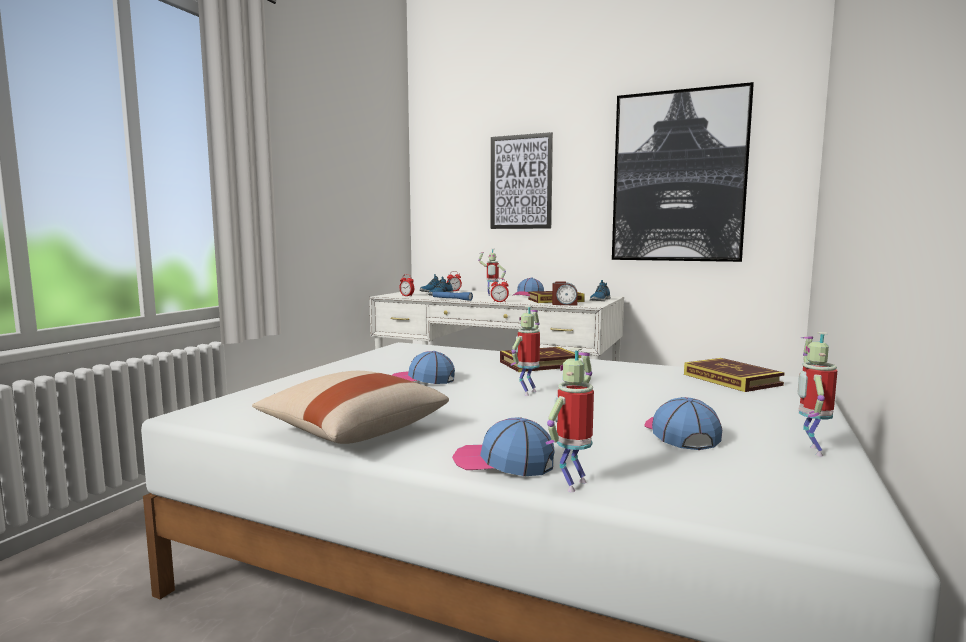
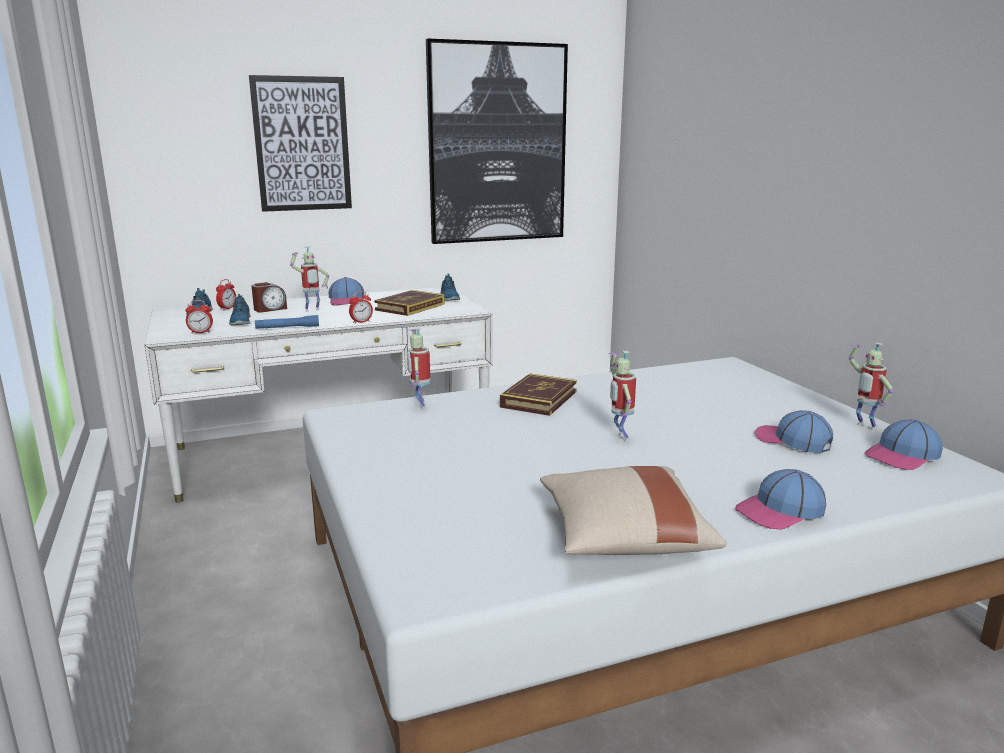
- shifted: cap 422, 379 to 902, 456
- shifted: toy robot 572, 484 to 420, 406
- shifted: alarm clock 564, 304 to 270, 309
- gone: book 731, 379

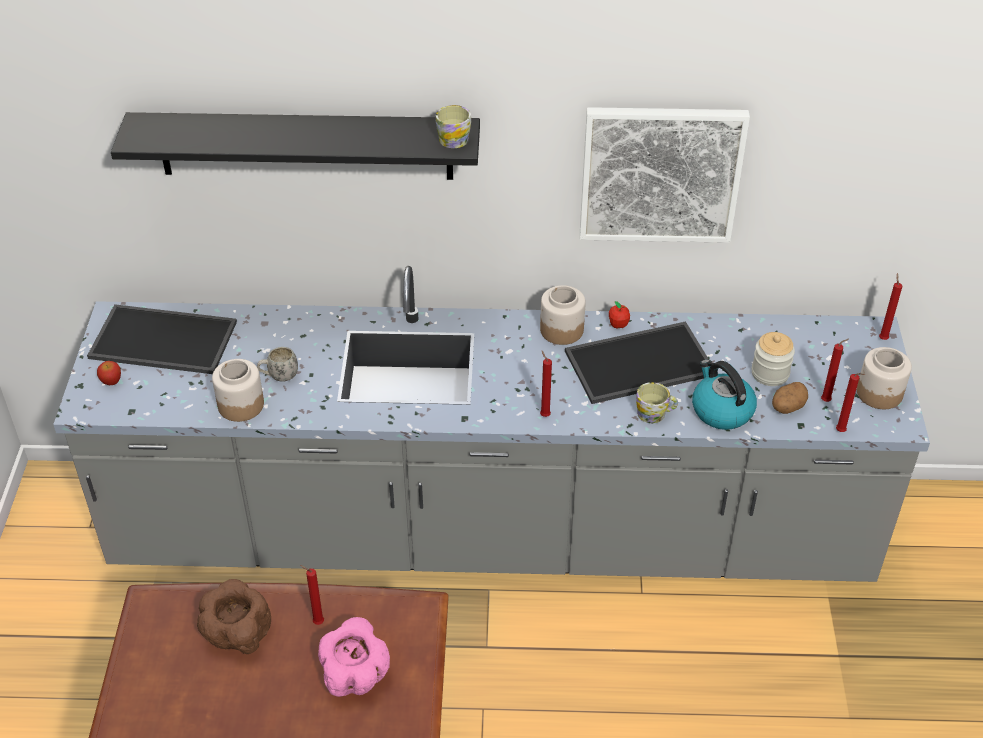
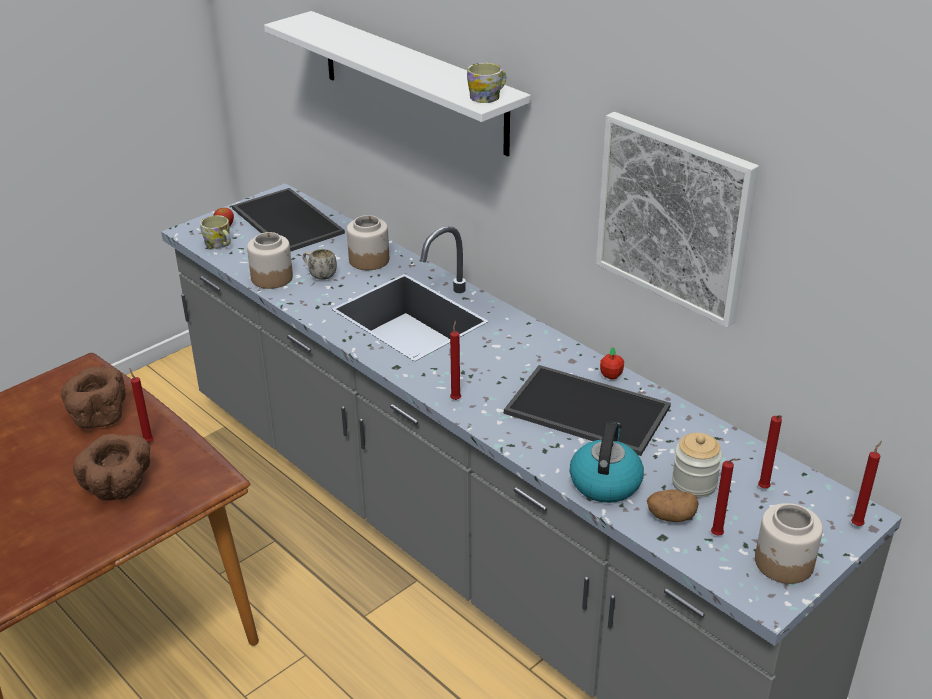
- repainted: black shelf 305, 145 to white shelf 413, 82
- repainted: pink bowl 356, 675 to brown bowl 119, 488
- shifted: jar 561, 330 to 369, 260
- shifted: mug 655, 413 to 219, 244
- shifted: red candle 842, 432 to 764, 489

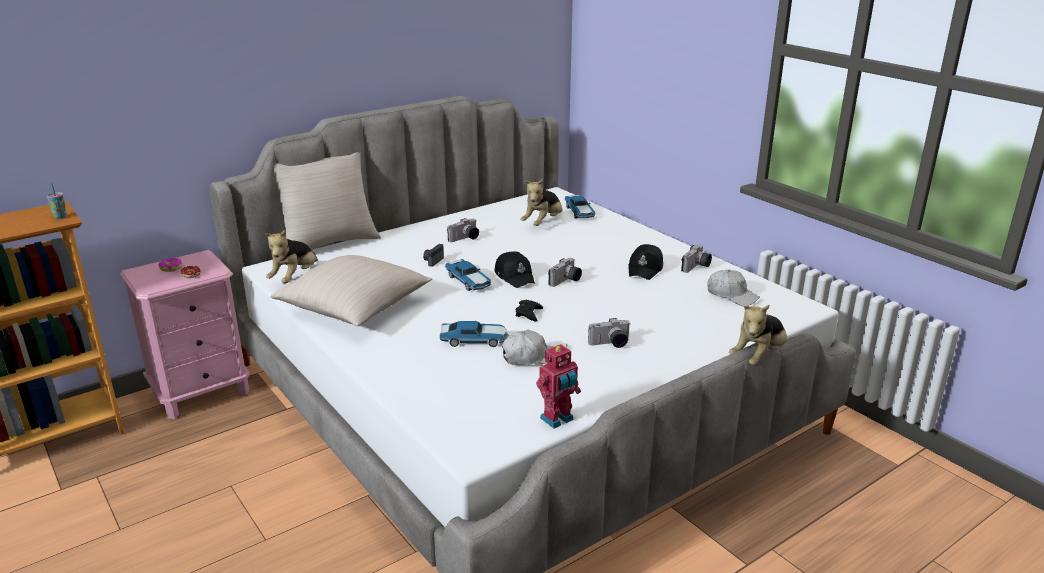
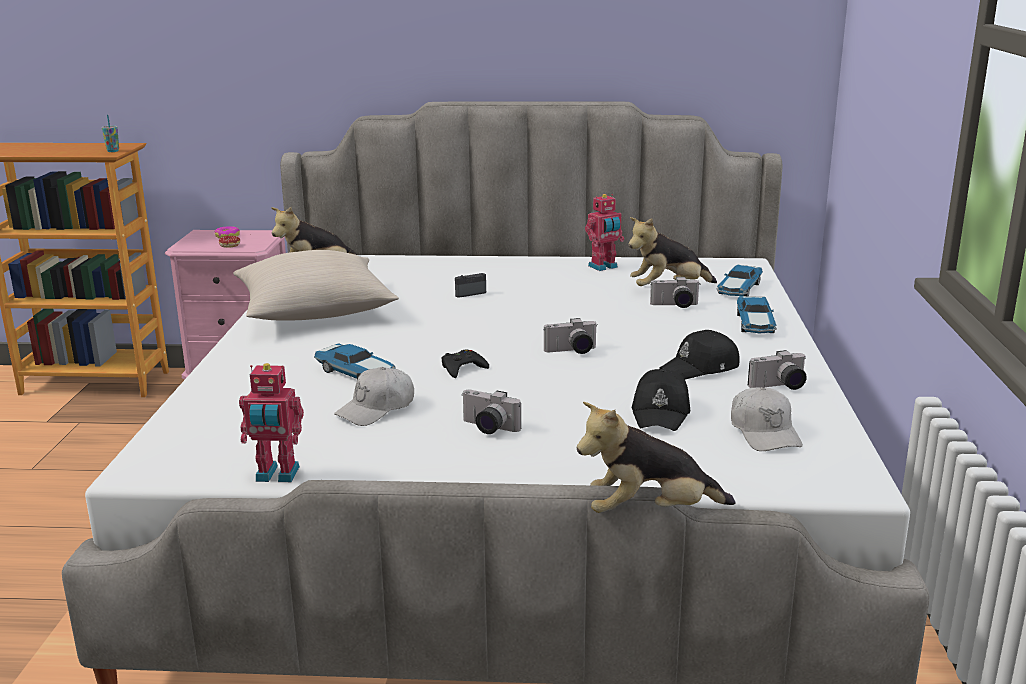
- gone: beige pillow 329, 243
- shifted: toy car 468, 281 to 755, 324
- shifted: photo camera 465, 239 to 675, 306
- shifted: black cap 515, 276 to 661, 412
- rotated: white cap 531, 357 = 376, 409 105 degrees clockwise
- new: toy robot 604, 267

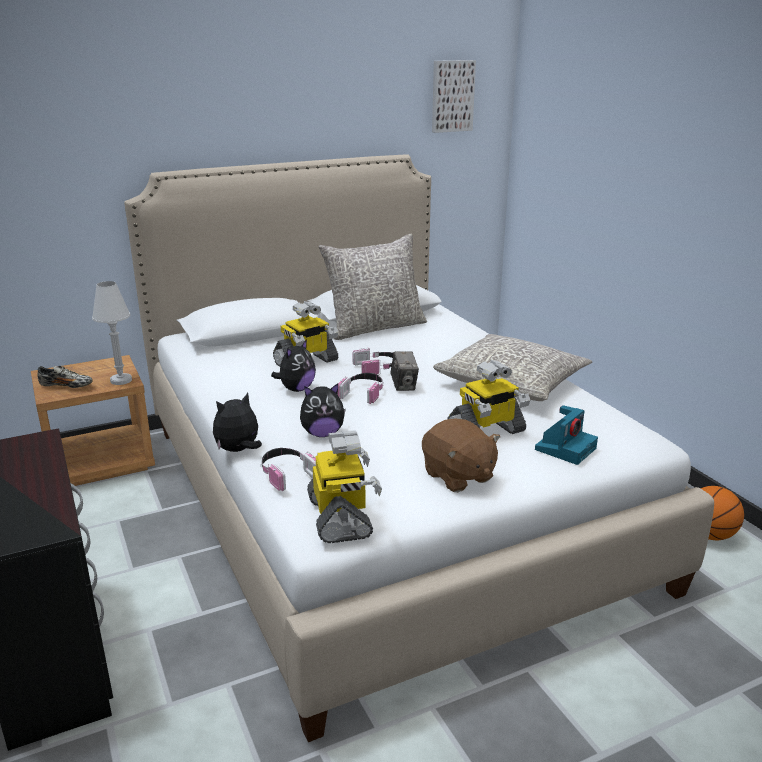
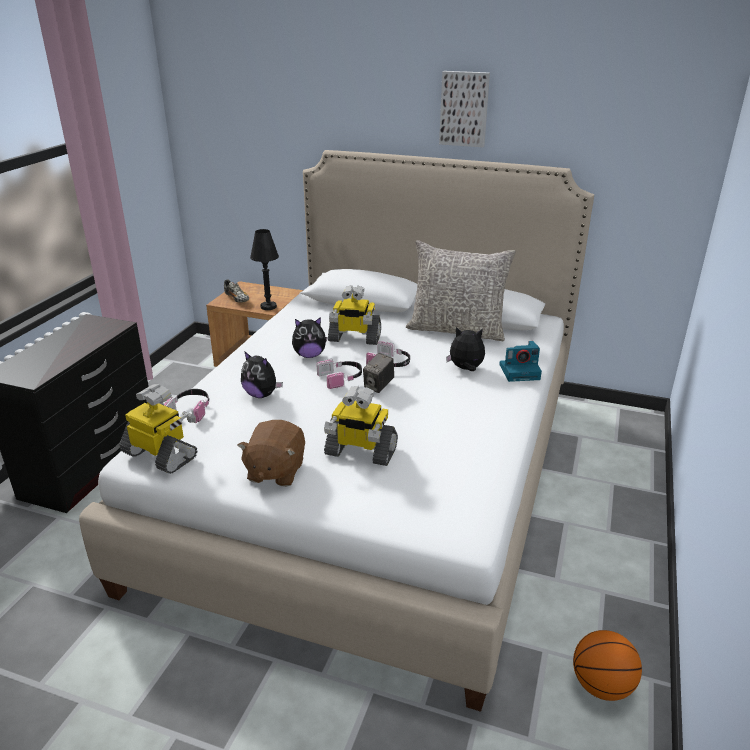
- repainted: white table lamp 121, 380 to black table lamp 268, 307
- shifted: plush toy 238, 450 to 466, 369
- rotated: toy robot 341, 517 = 161, 455 90 degrees counterclockwise
- shifted: picture 451, 96 to 464, 108
- gone: grey pillow 512, 383
- shifted: photo camera 565, 448 to 520, 371

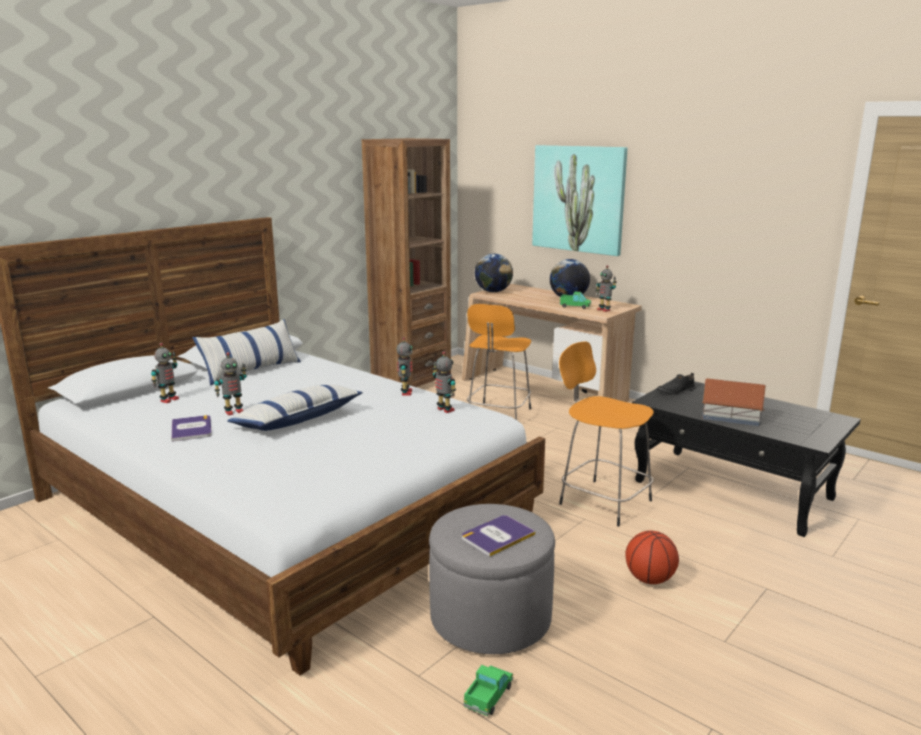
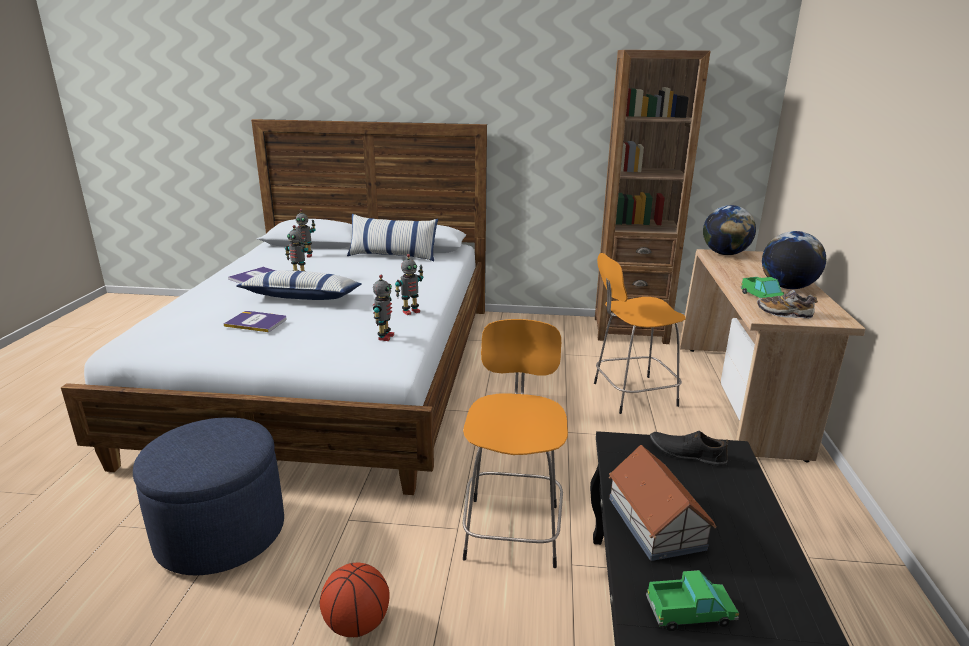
- repainted: grey ottoman 490, 618 to blue ottoman 221, 533
- shifted: book 497, 536 to 256, 322
- shifted: toy truck 488, 696 to 690, 612
- gone: picture 579, 199
- swapped: toy robot 604, 310 to shoe 784, 313

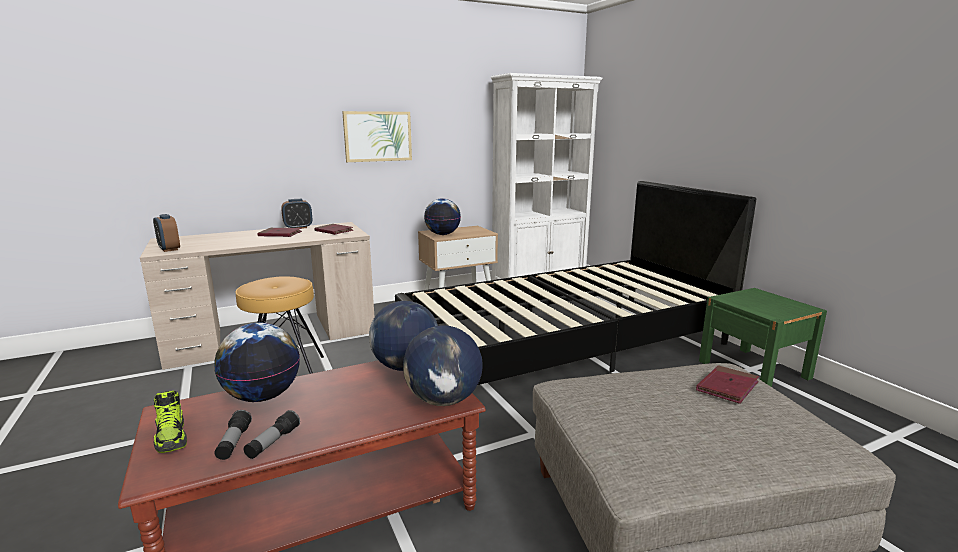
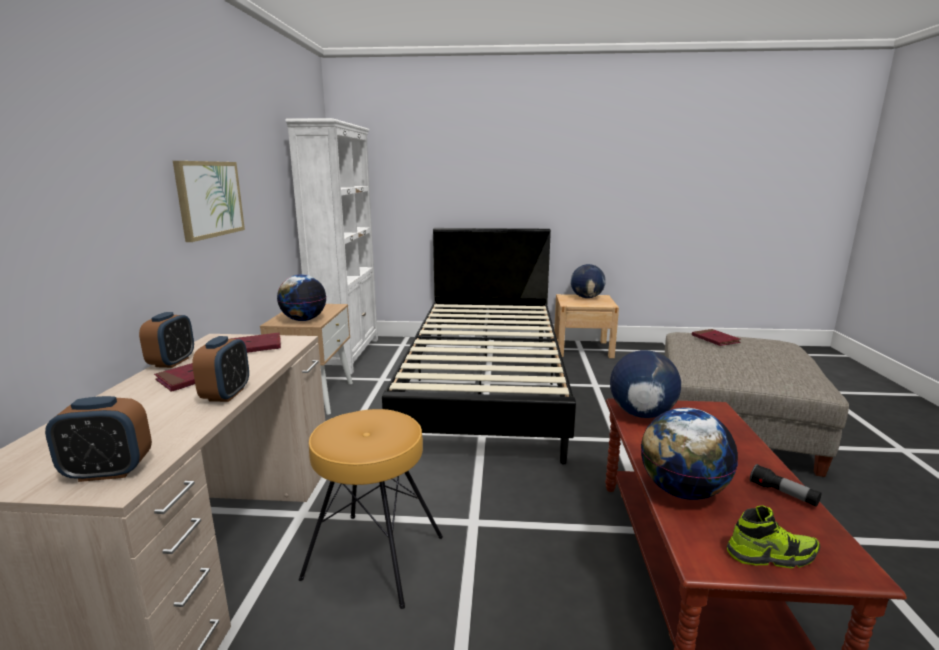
- gone: flashlight 234, 443
- shifted: globe 444, 400 to 587, 297
- repainted: green nightstand 753, 369 to beige nightstand 582, 349
- new: alarm clock 226, 394

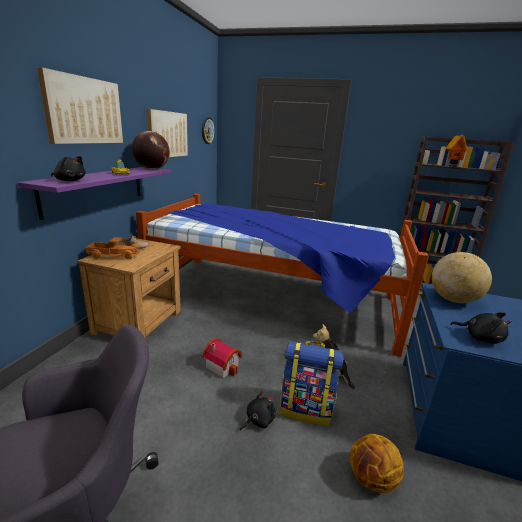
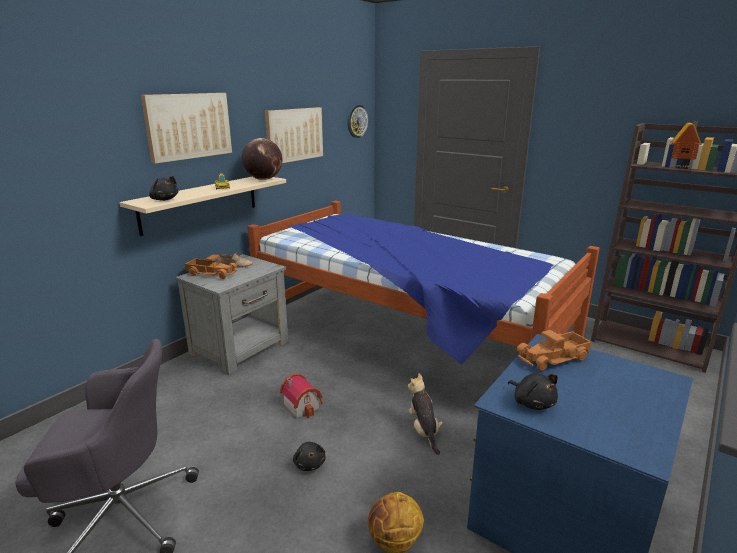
- repainted: purple shelf 96, 189 to beige shelf 200, 203
- repainted: brown nightstand 140, 321 to grey nightstand 241, 348
- rotated: black plush toy 258, 420 = 309, 463 90 degrees clockwise
- gone: backpack 306, 408
- swapped: globe 453, 300 to toy truck 554, 358

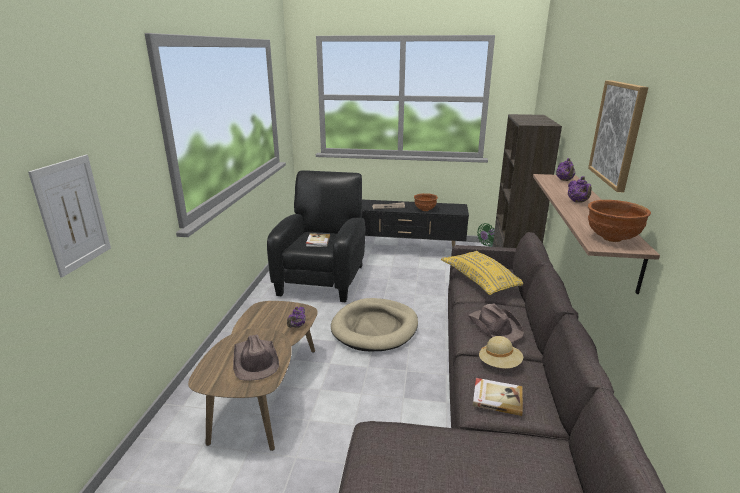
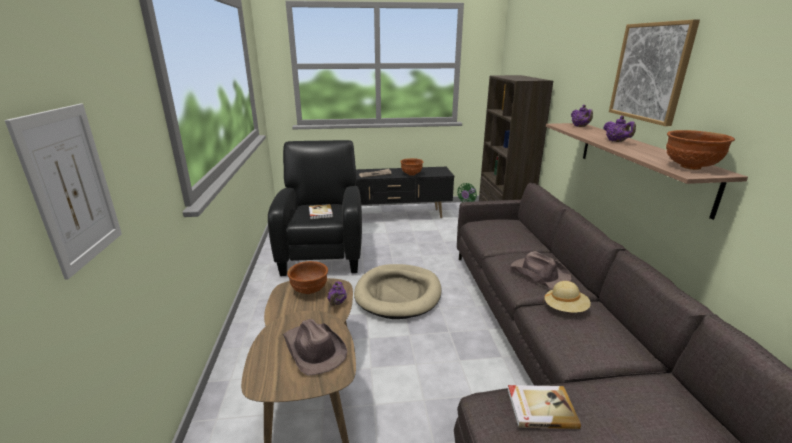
- gone: yellow pillow 481, 280
- shifted: book 497, 397 to 540, 408
- new: brown bowl 310, 291

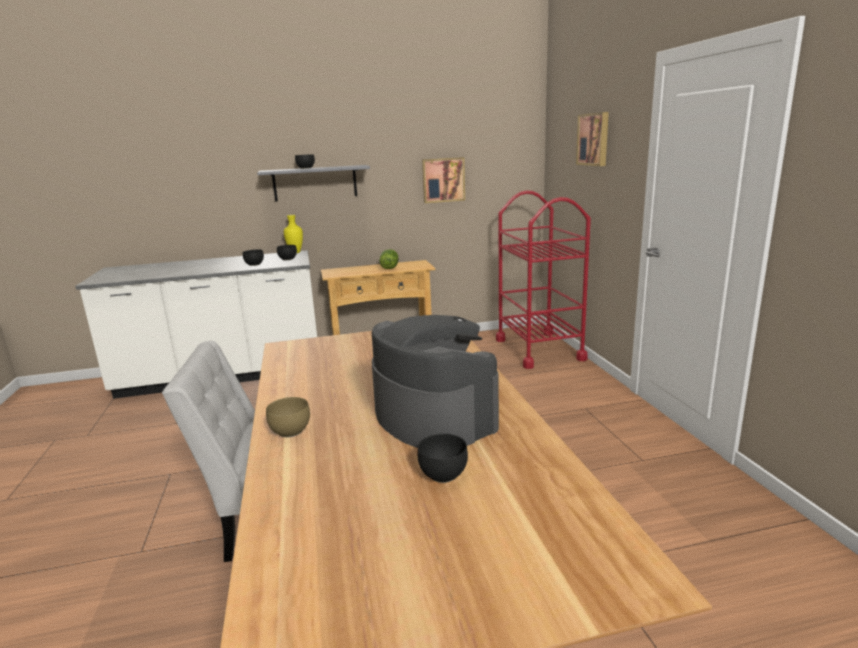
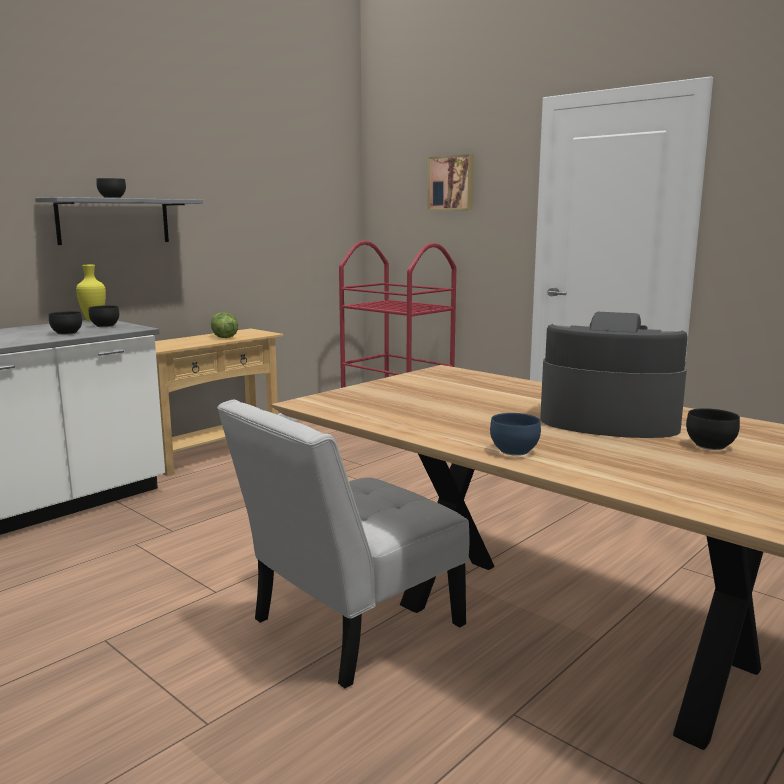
- repainted: brown bowl 291, 432 to blue bowl 516, 451
- gone: picture 443, 180

